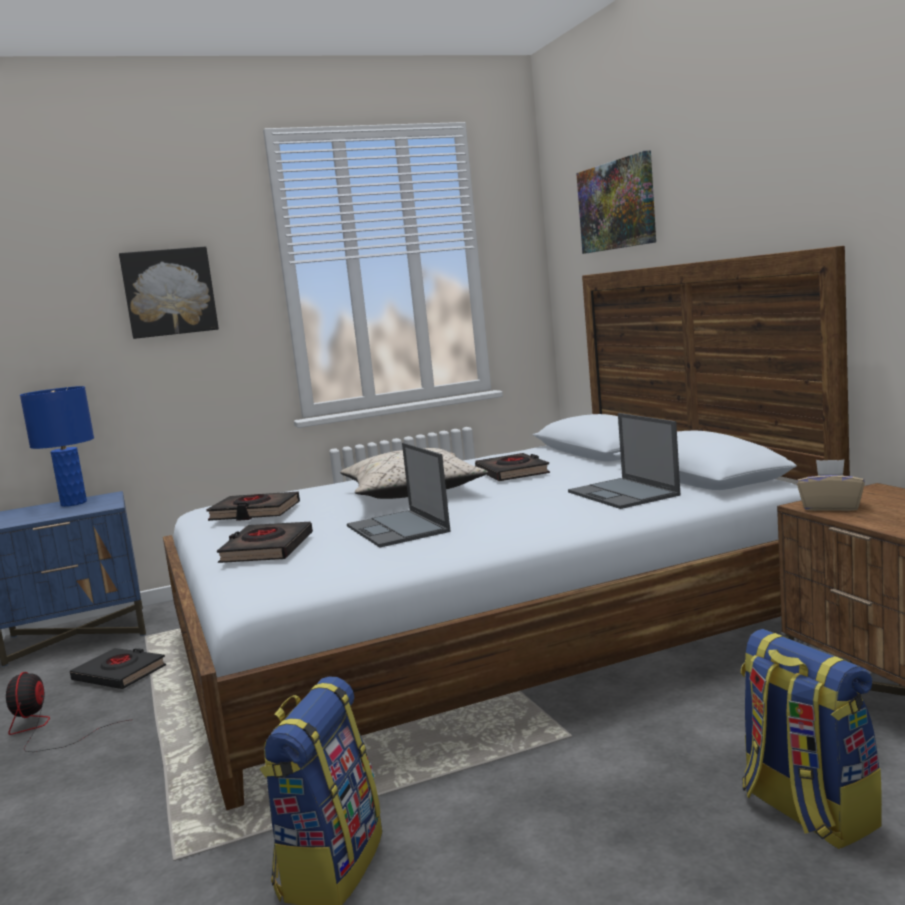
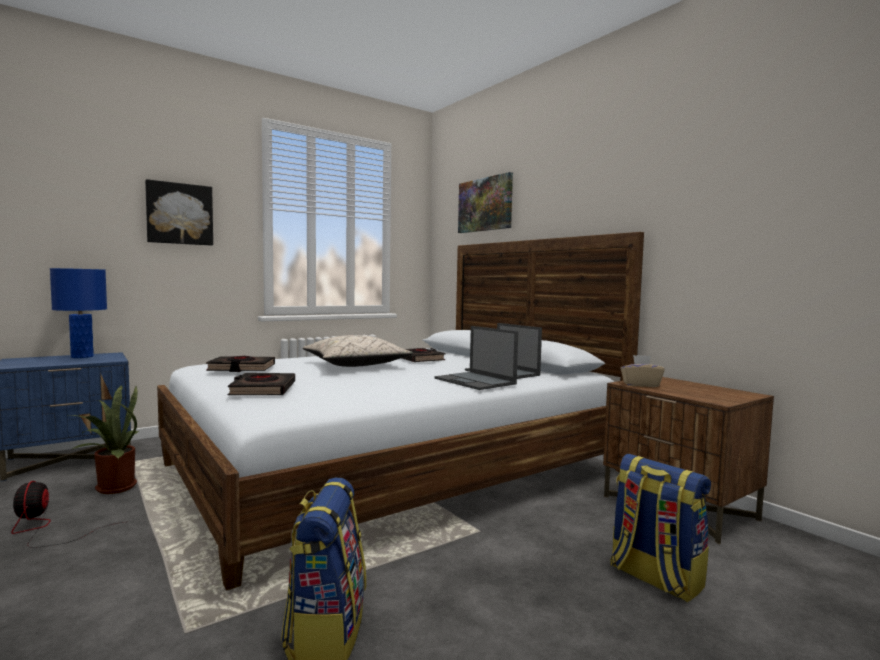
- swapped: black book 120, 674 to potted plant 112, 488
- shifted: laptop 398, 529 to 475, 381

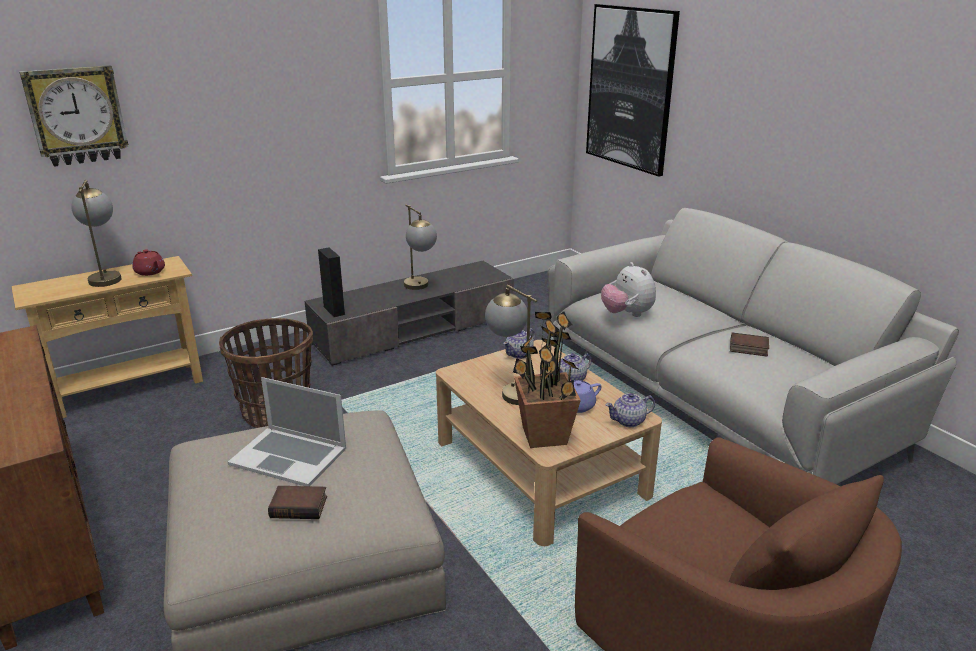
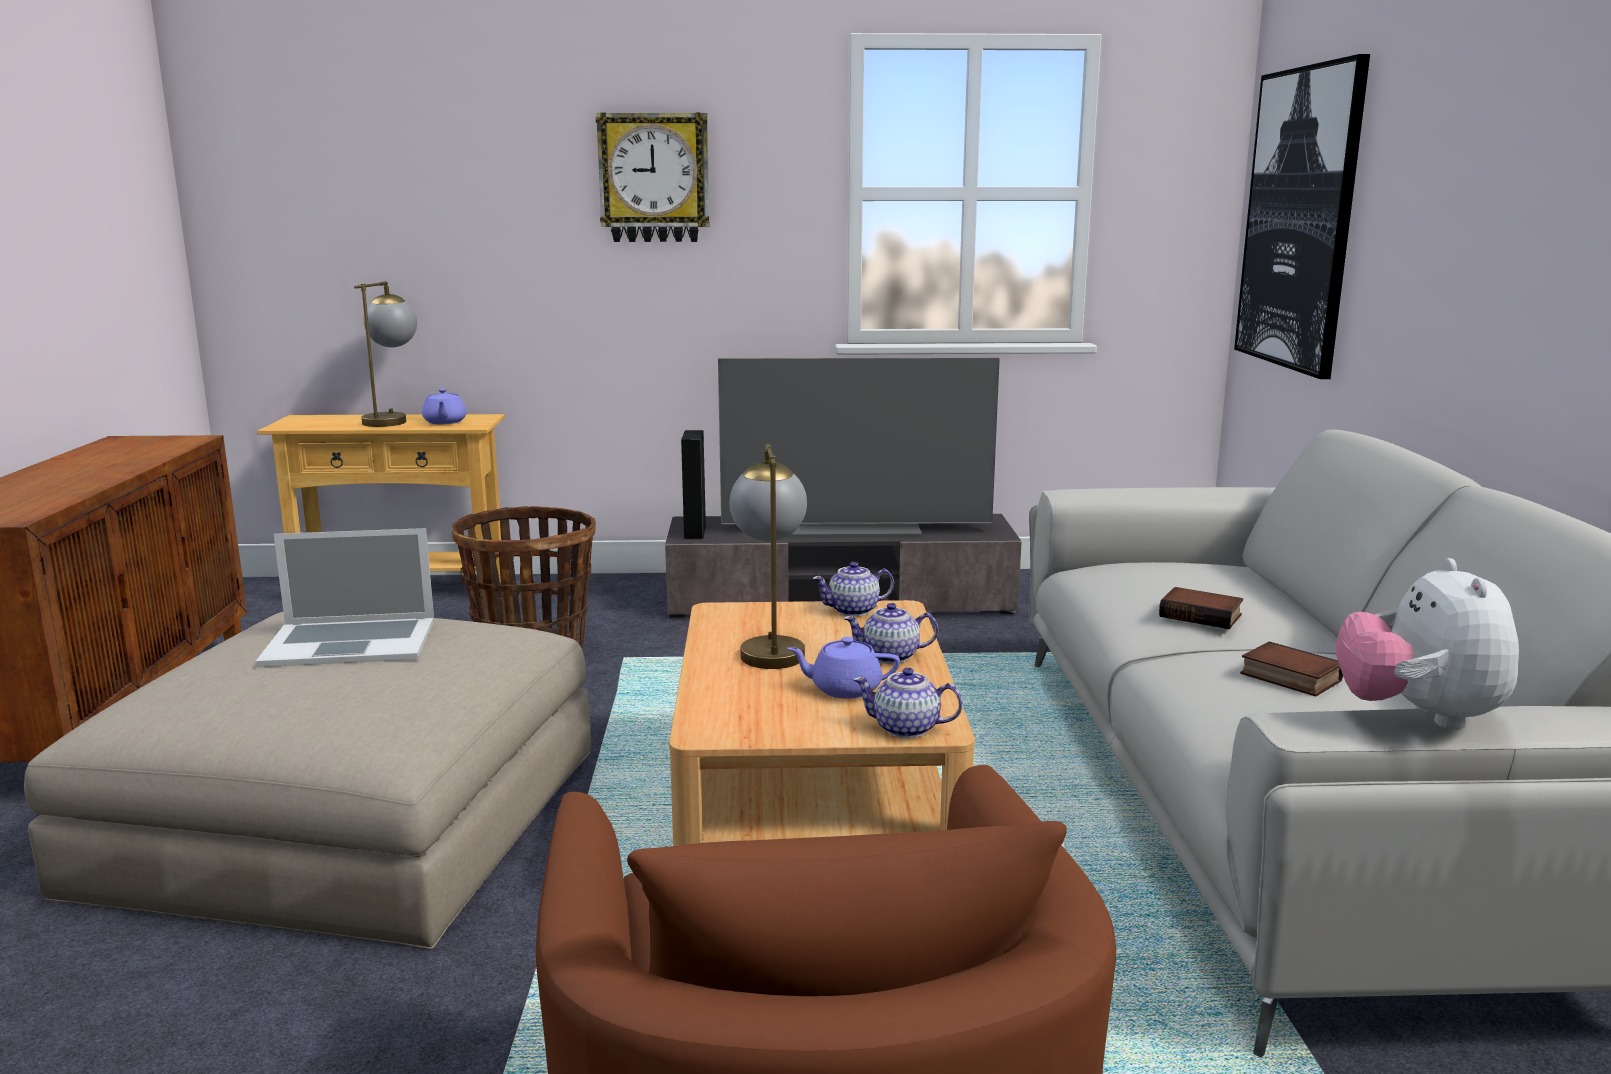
- shifted: wall clock 77, 115 to 654, 178
- repainted: red teapot 150, 272 to purple teapot 445, 422
- rotated: laptop 289, 456 = 350, 642 60 degrees counterclockwise
- shifted: book 300, 506 to 1202, 615
- swapped: table lamp 420, 288 to television 854, 528
- gone: potted plant 543, 436
- shifted: plush toy 627, 314 to 1418, 716

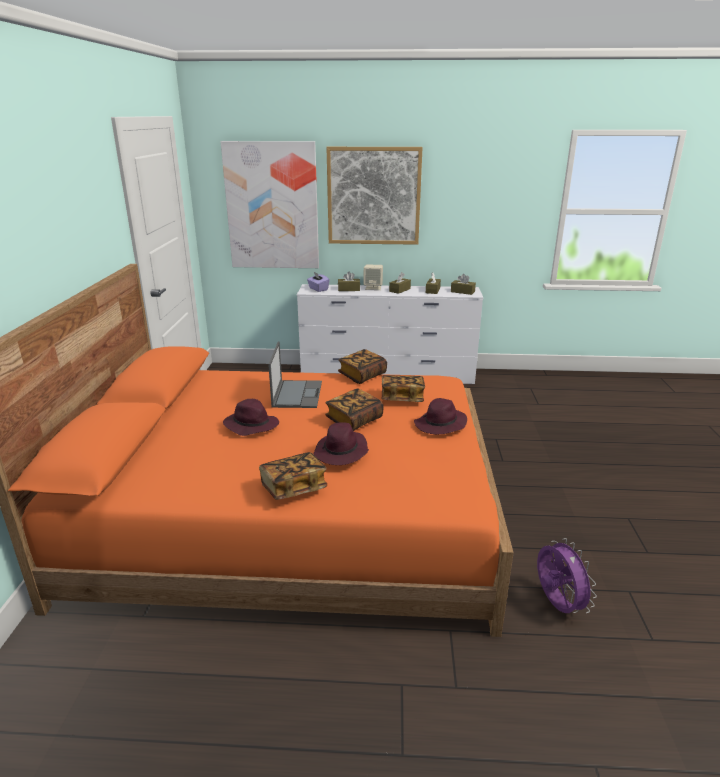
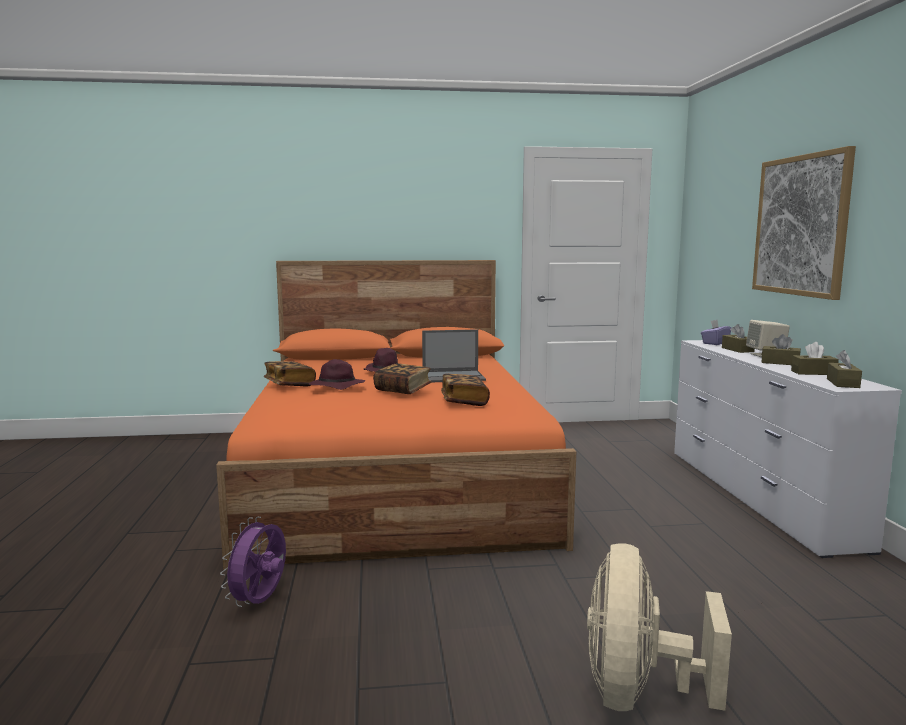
- gone: picture 272, 206
- gone: book 362, 375
- gone: purple hat 440, 425
- rotated: purple fan 556, 604 = 260, 602 135 degrees clockwise
- new: beige fan 638, 693

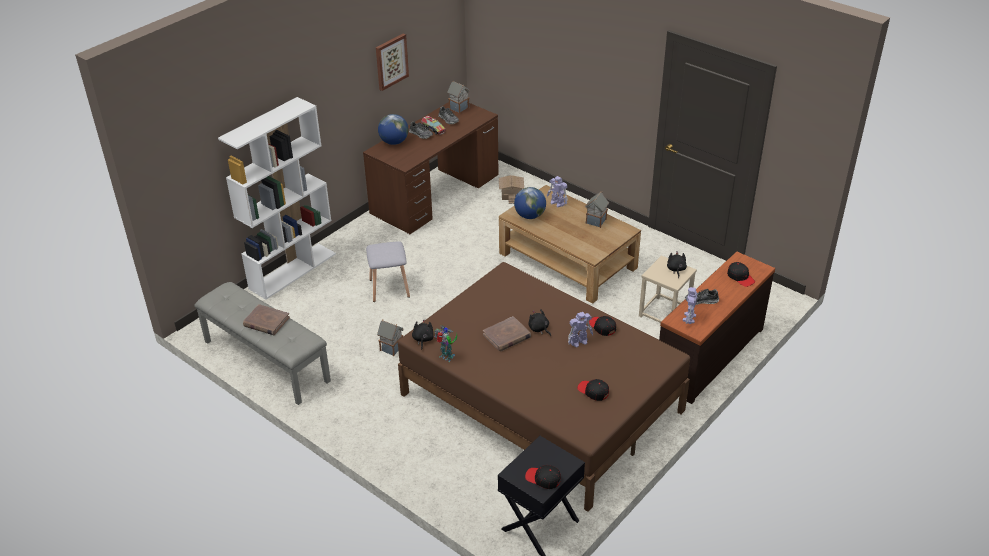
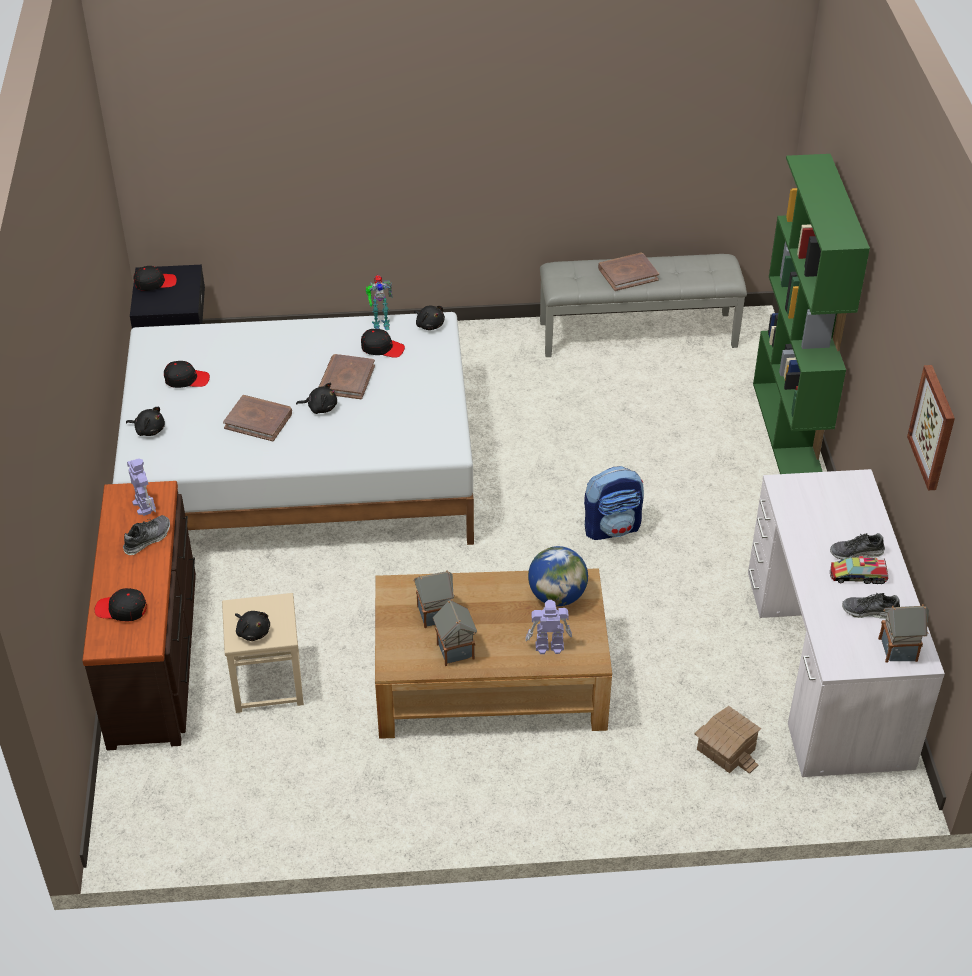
- repainted: white bookcase 293, 270 to green bookcase 788, 431
- repainted: brown desk 436, 193 to white desk 826, 666
- gone: grey stool 388, 288
- shifted: toy house 392, 348 to 434, 614
- gone: globe 394, 142
- repainted: brown bed 540, 402 to white bed 301, 470
- swapped: toy robot 579, 342 to brown book 258, 420
- shifted: black cap 602, 327 to 382, 348
- new: black plush toy 149, 430
- new: backpack 612, 528

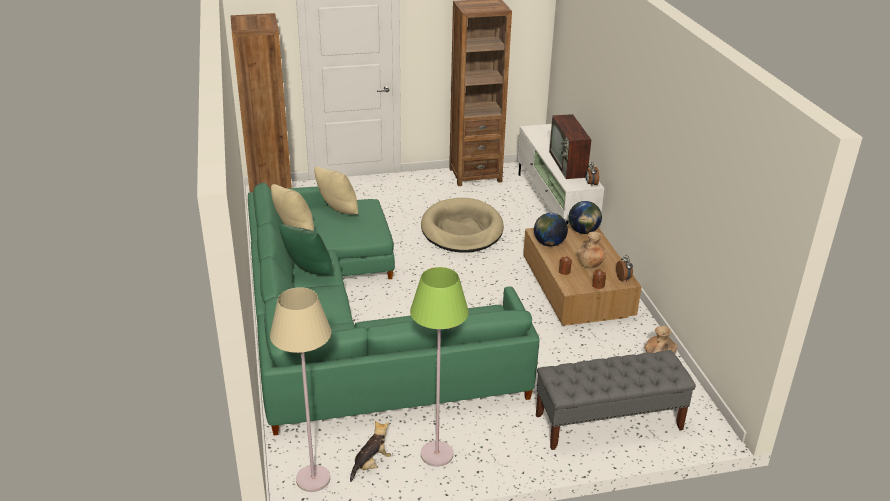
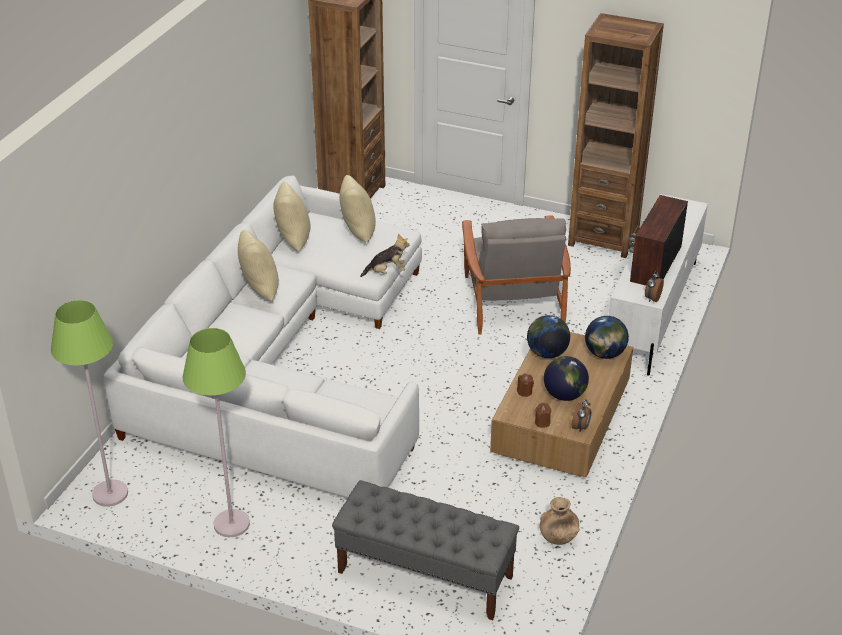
- repainted: green sofa 348, 328 to white sofa 284, 364
- repainted: beige floor lamp 313, 479 to green floor lamp 110, 494
- repainted: green pillow 308, 273 to beige pillow 259, 290
- shifted: plush toy 371, 464 to 387, 272
- swapped: beige dog bed 462, 230 to grey armchair 513, 301
- swapped: brown vase 590, 264 to globe 564, 395

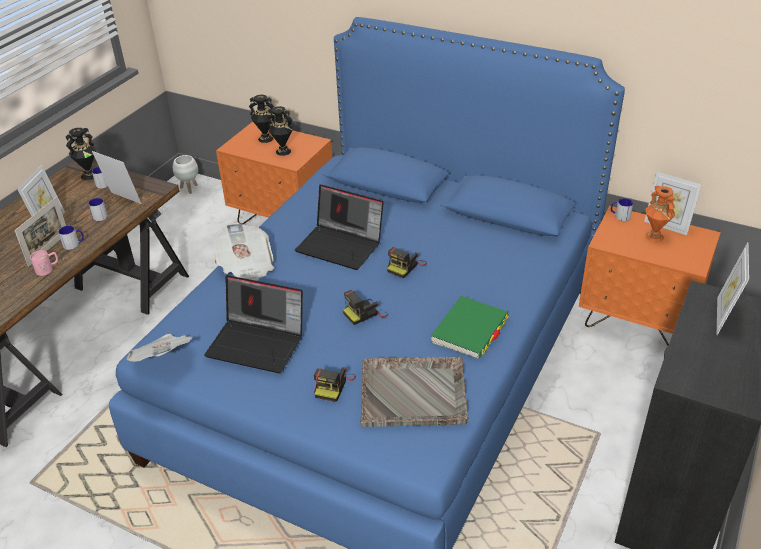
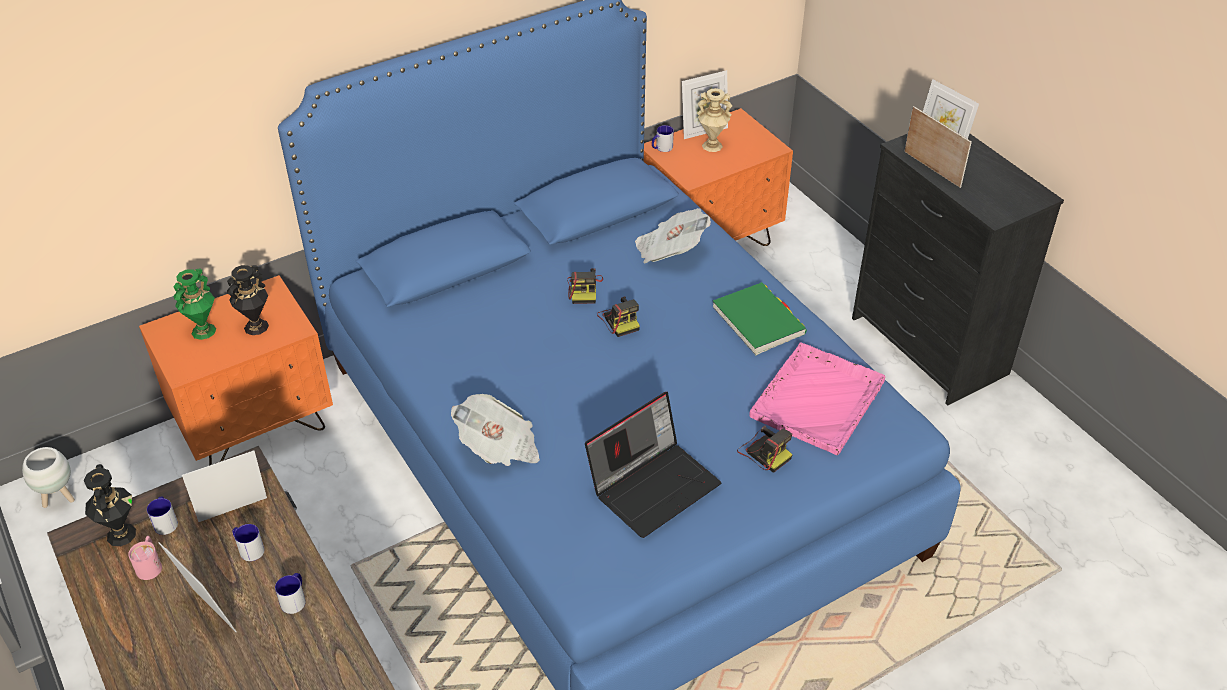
- shifted: picture frame 48, 249 to 932, 169
- shifted: pink mug 48, 269 to 150, 564
- shifted: newspaper 163, 359 to 670, 251
- repainted: black vase 265, 139 to green vase 204, 331
- gone: laptop 341, 245
- shifted: photo camera 365, 313 to 584, 289
- repainted: grey tray 414, 393 to pink tray 818, 398
- repainted: orange vase 654, 237 to beige vase 712, 146

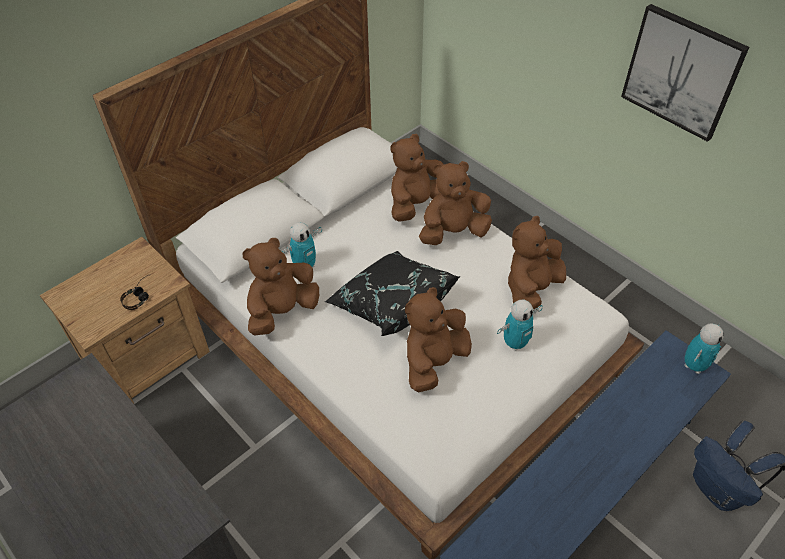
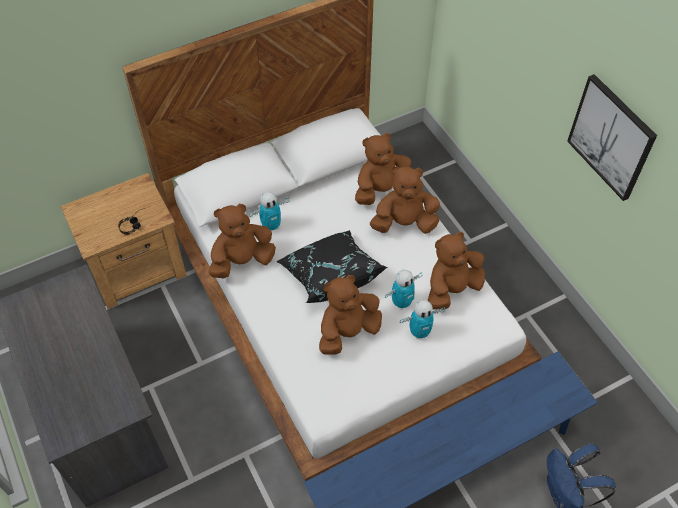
- shifted: toy robot 694, 365 to 401, 303

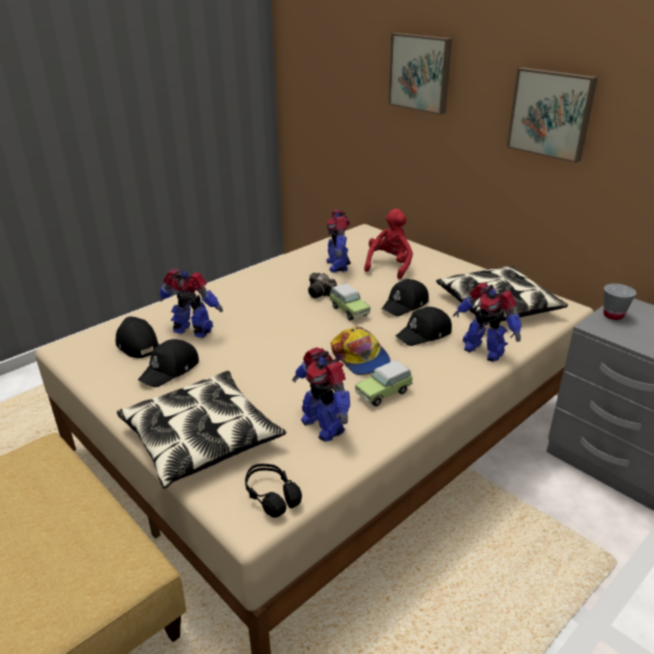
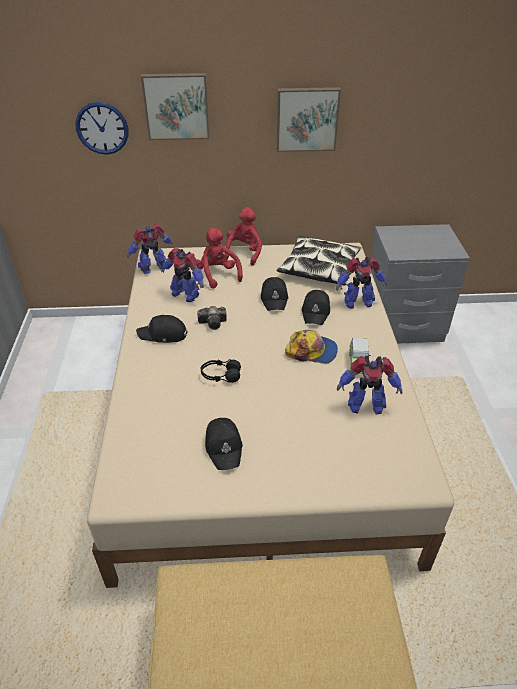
- shifted: black cap 136, 344 to 163, 335
- gone: pillow 201, 438
- shifted: toy robot 193, 332 to 154, 268
- shifted: black headphones 271, 496 to 220, 376
- gone: toy car 348, 310
- gone: grey cup 613, 315
- new: wall clock 102, 128
- new: red plush toy 244, 252

